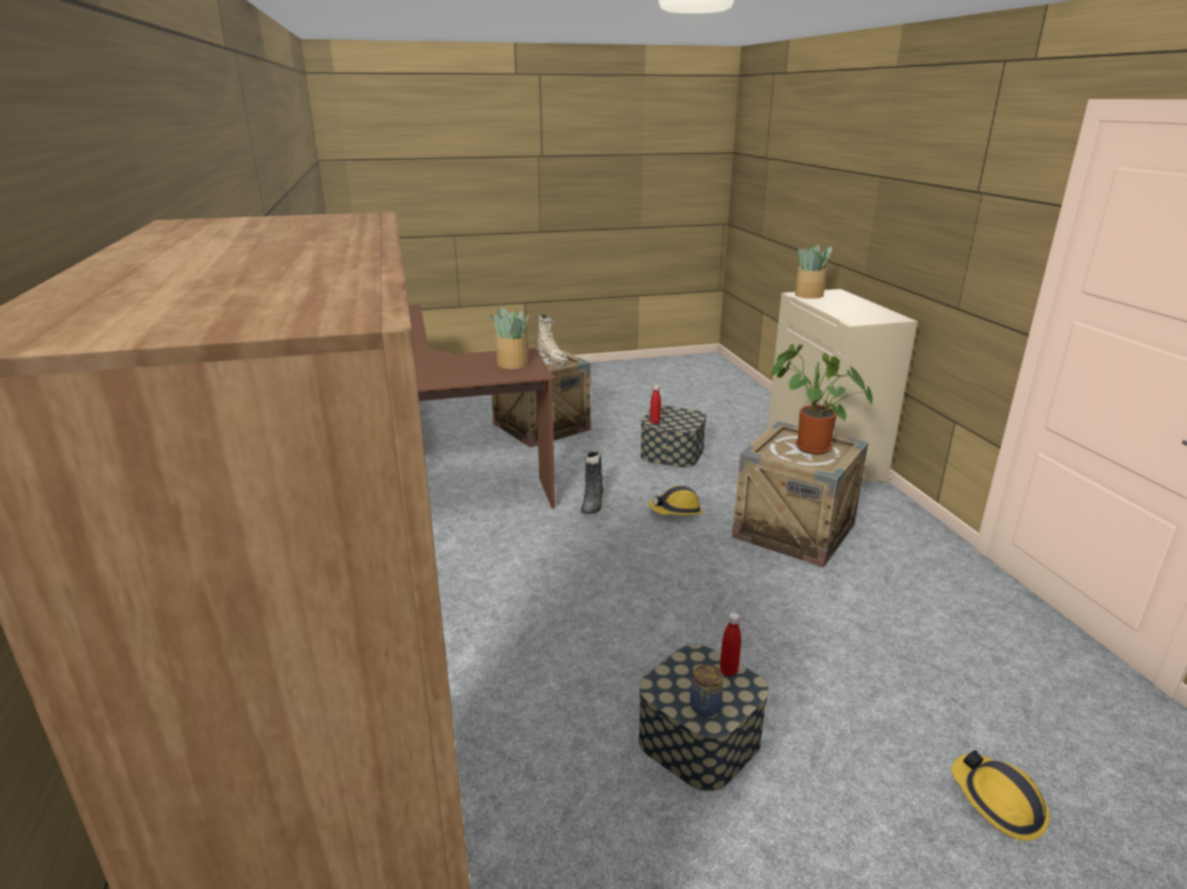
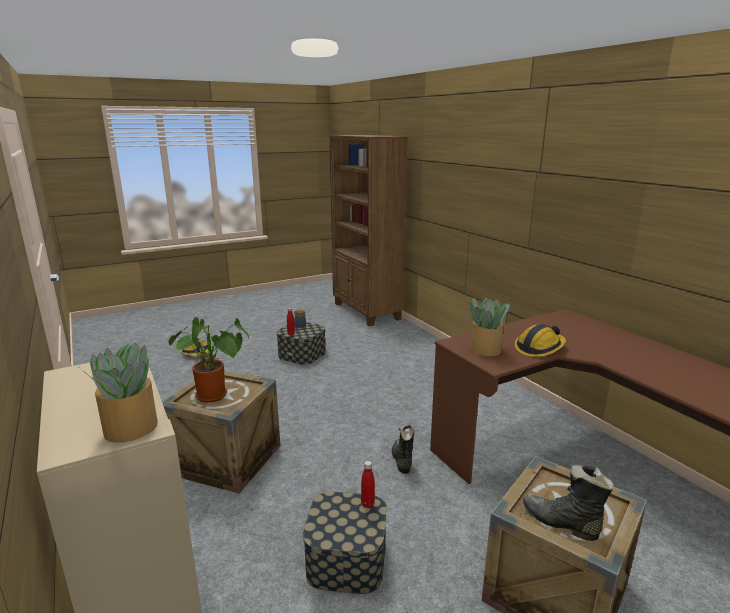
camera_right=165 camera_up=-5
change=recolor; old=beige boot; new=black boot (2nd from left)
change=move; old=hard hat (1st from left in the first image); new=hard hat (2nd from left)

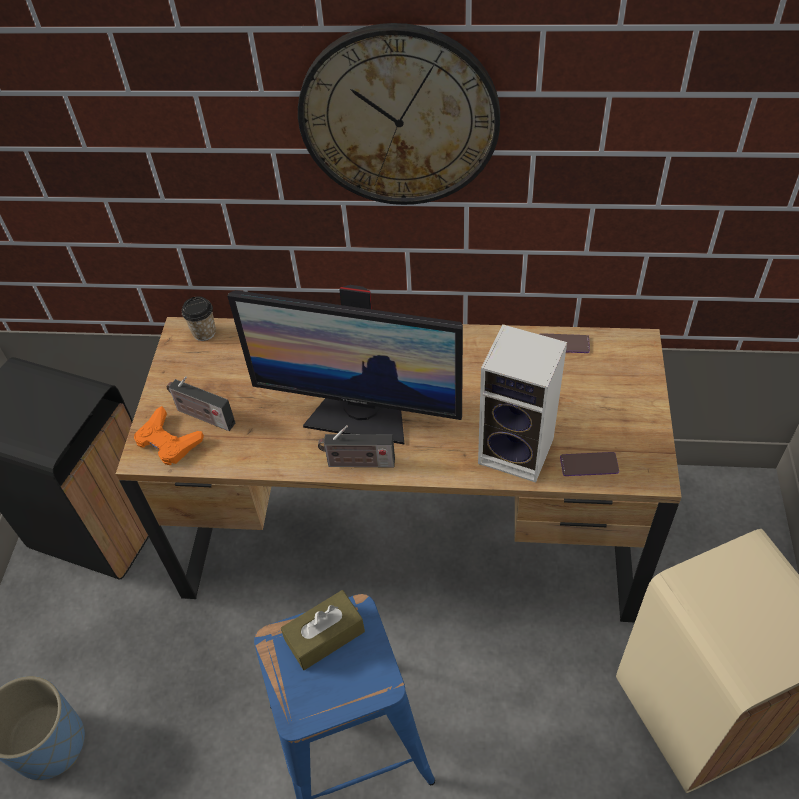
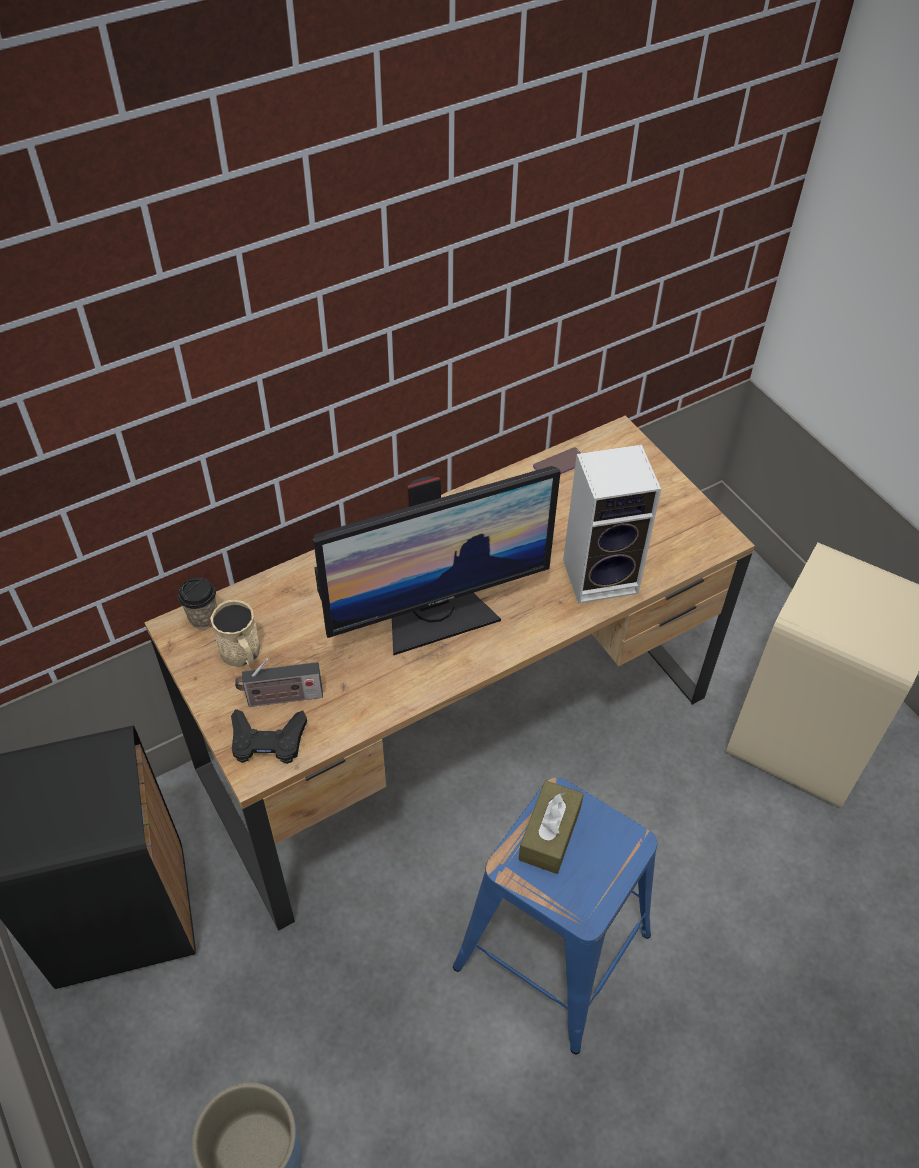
camera_right=-40 camera_up=0
change=delete; old=wall clock
change=recolor; old=orange game controller; new=black game controller
change=delete; old=radio (2nd from left)
change=delete; old=phone (2nd from left)
change=insert; new=beige mug

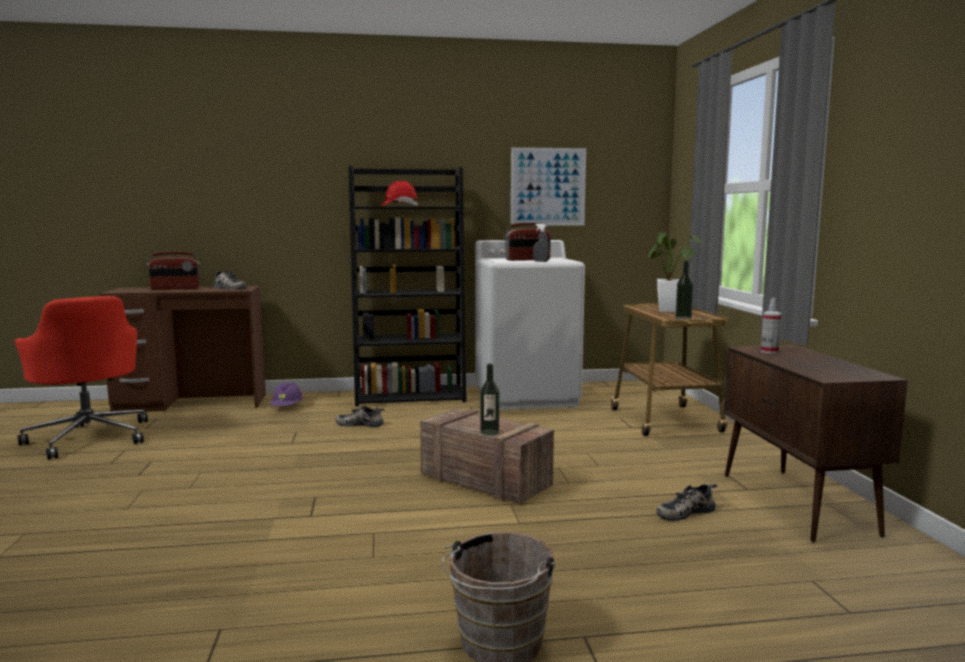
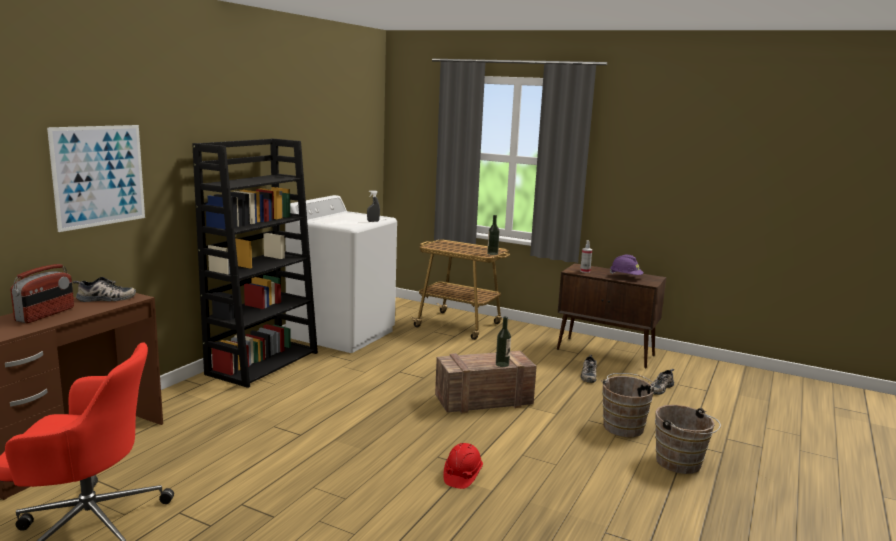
camera_right=-55 camera_up=5
change=move; old=picture
change=move; old=red hard hat
change=delete; old=radio (2nd from left)
change=delete; old=potted plant
change=move; old=purple hard hat
change=move; old=shoe (2nd from left in the first image); new=shoe (3rd from left)
change=insert; new=brown bucket (1st from left)

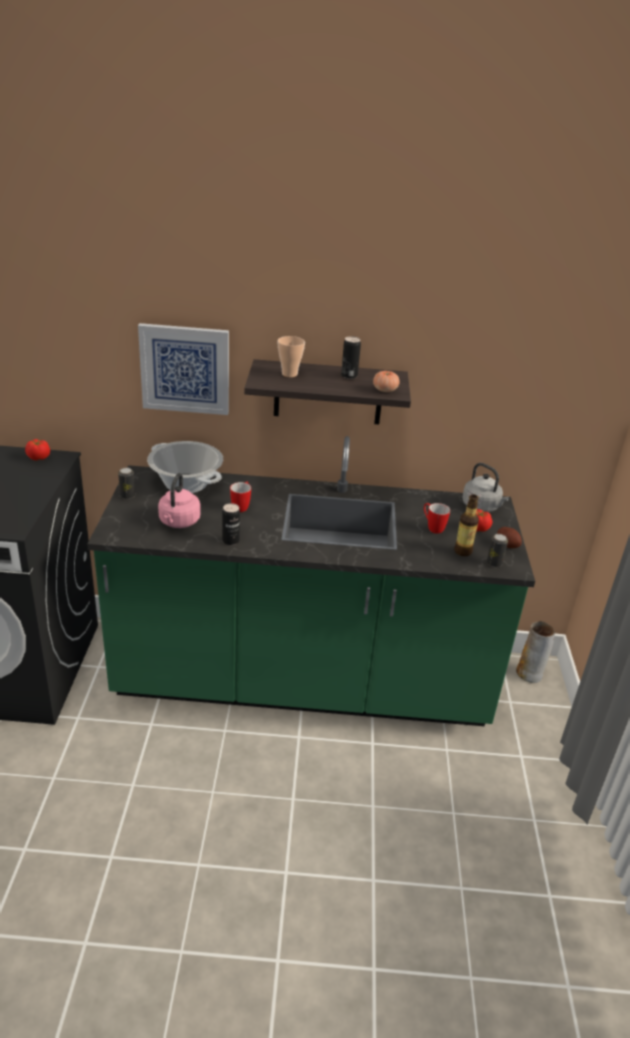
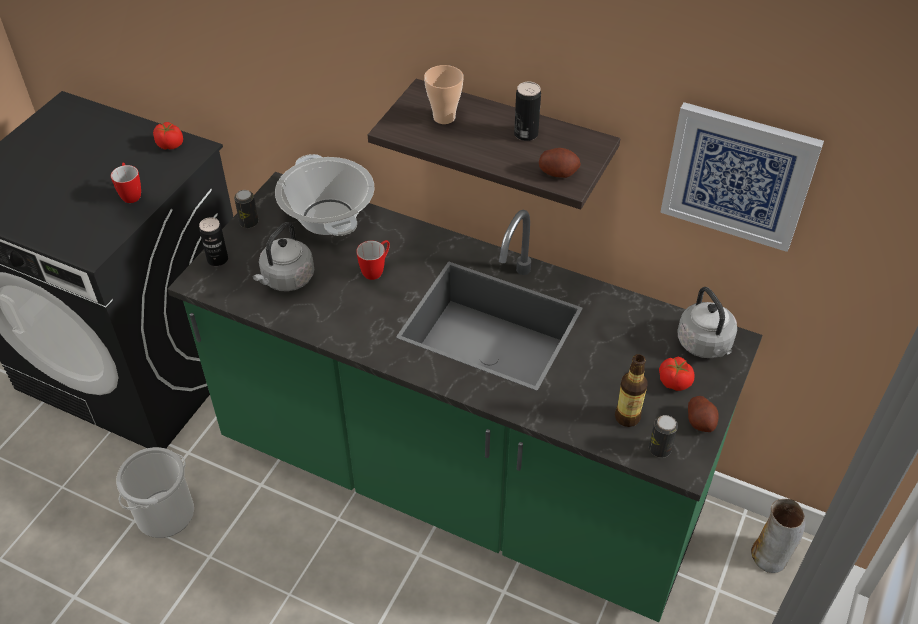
camera_right=25 camera_up=15
change=move; old=picture
change=replace; old=tomato (2nd from left); new=potato (1st from left)
change=recolor; old=pink kettle; new=grey kettle (1st from left)
change=move; old=can (2nd from left in the first image); new=can (1st from left)
change=move; old=mug (2nd from left in the first image); new=mug (1st from left)
change=insert; new=bucket

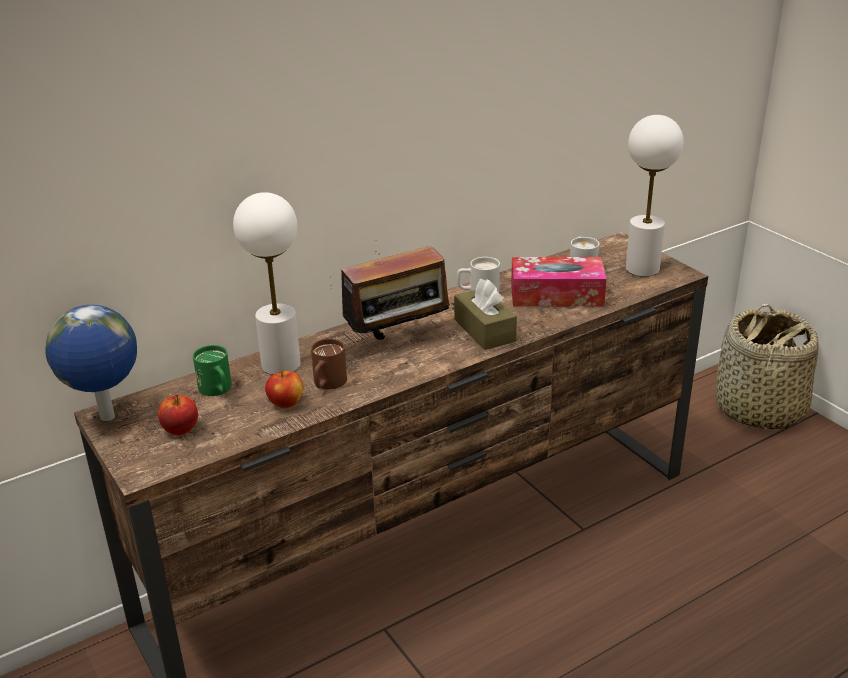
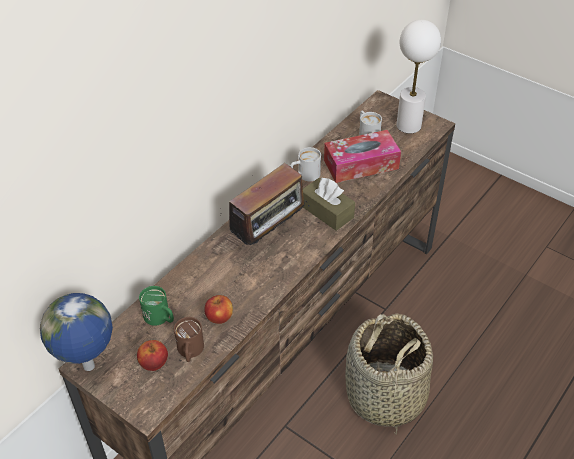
camera_right=-20 camera_up=15
change=delete; old=white table lamp (1st from left)
change=move; old=basket
change=move; old=brown mug

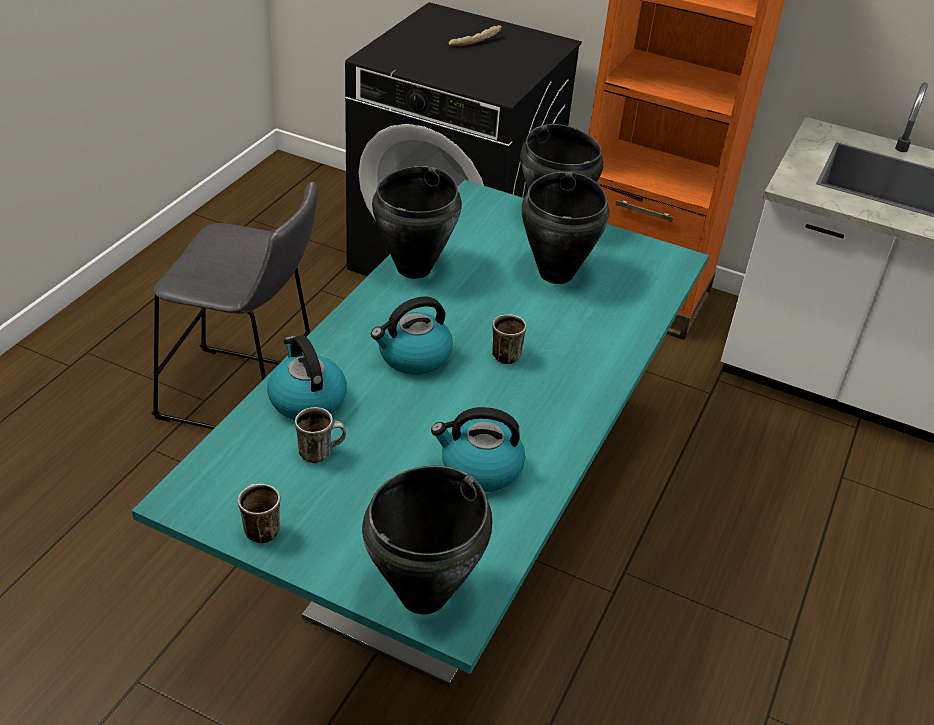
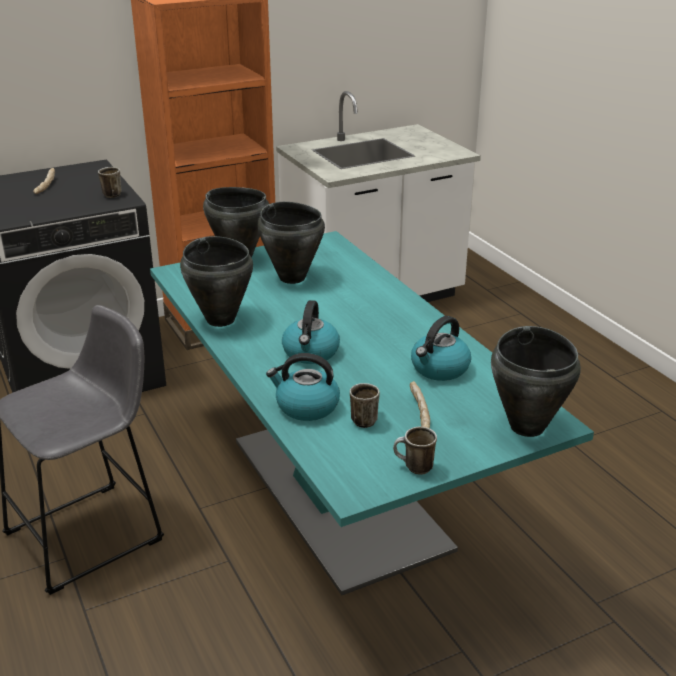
camera_right=-50 camera_up=-10
change=move; old=mug (3rd from left in the first image); new=mug (1st from left)
change=insert; new=bread (2nd from left)

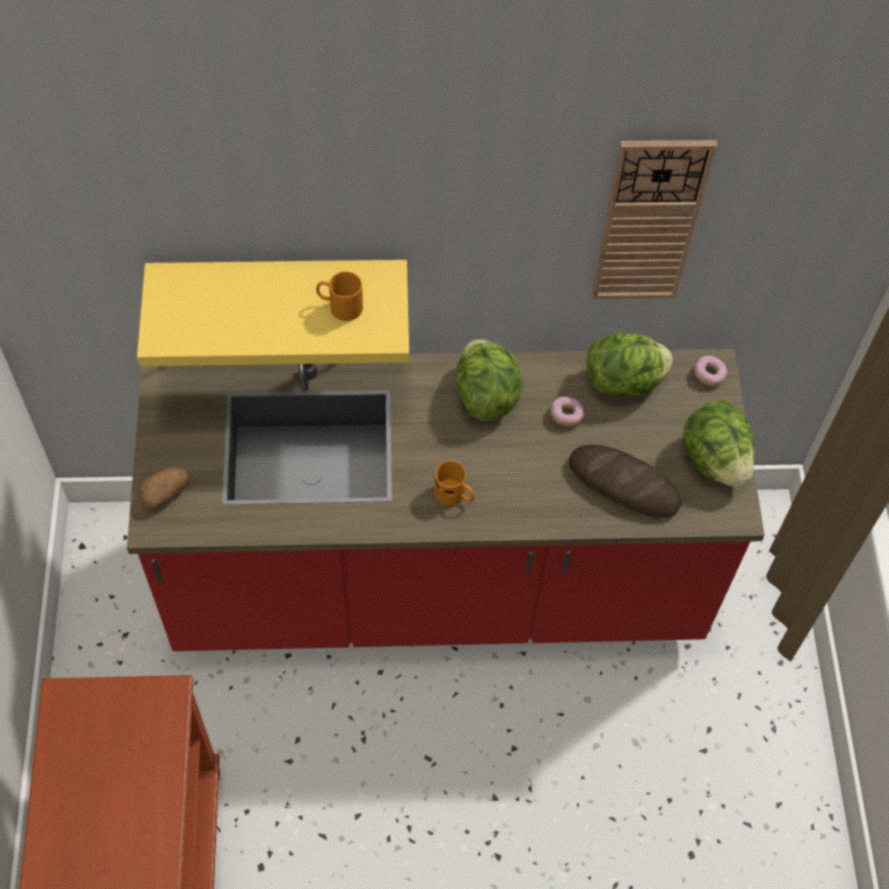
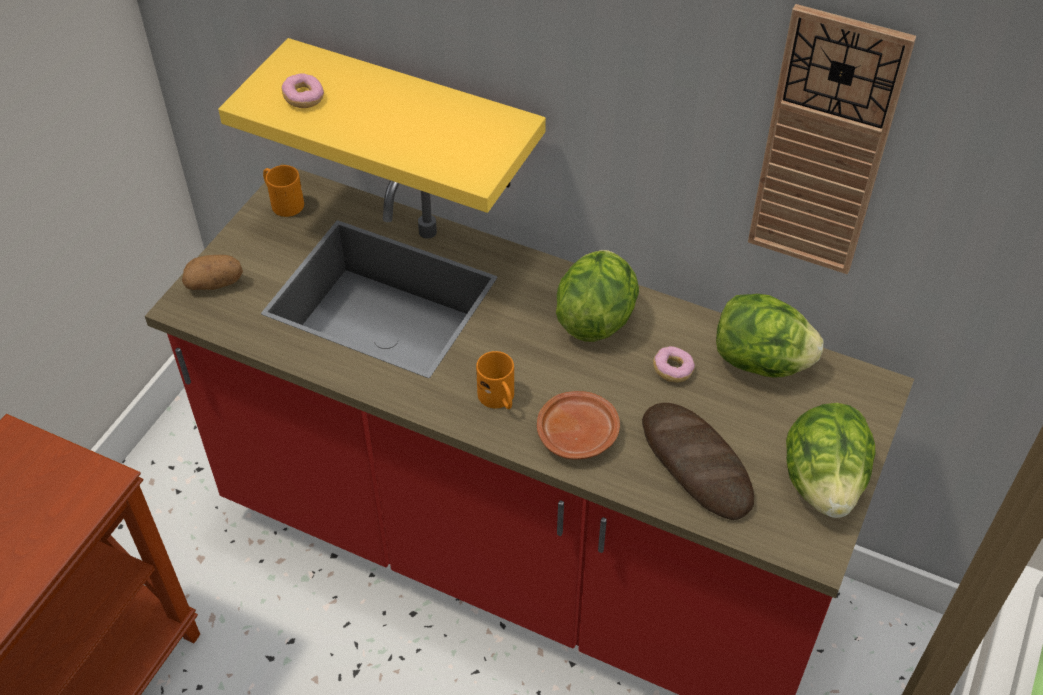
camera_right=30 camera_up=-10
change=move; old=orange mug (1st from left)
change=move; old=donut (2nd from left in the first image); new=donut (1st from left)
change=insert; new=brown plate

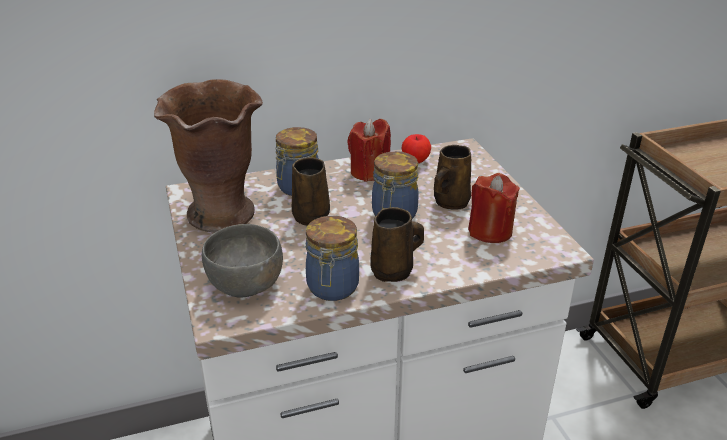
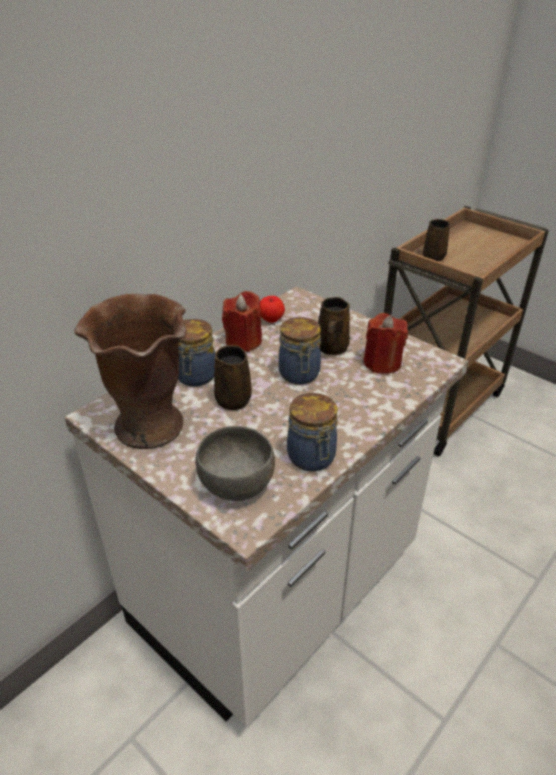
camera_right=-30 camera_up=5
change=move; old=brown mug (2nd from left in the first image); new=brown mug (3rd from left)

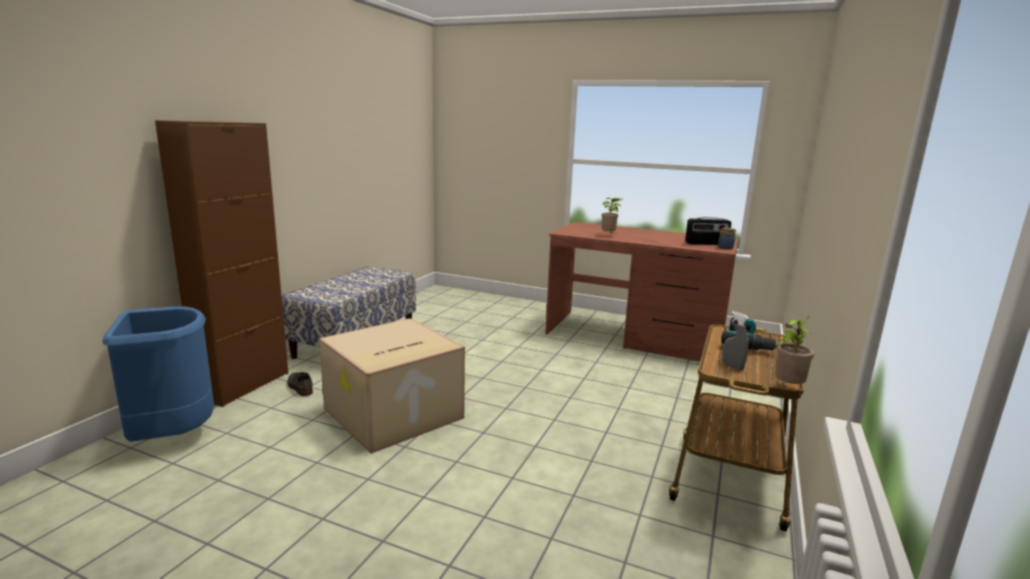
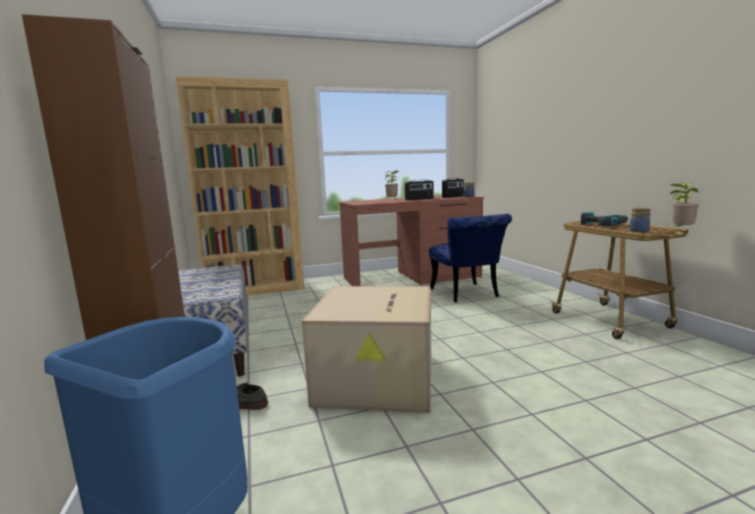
camera_right=-40 camera_up=-5
change=replace; old=grey spray bottle; new=jar (2nd from left)
change=insert; new=brown bookcase
change=insert; new=radio (1st from left)
change=insert; new=blue chair

